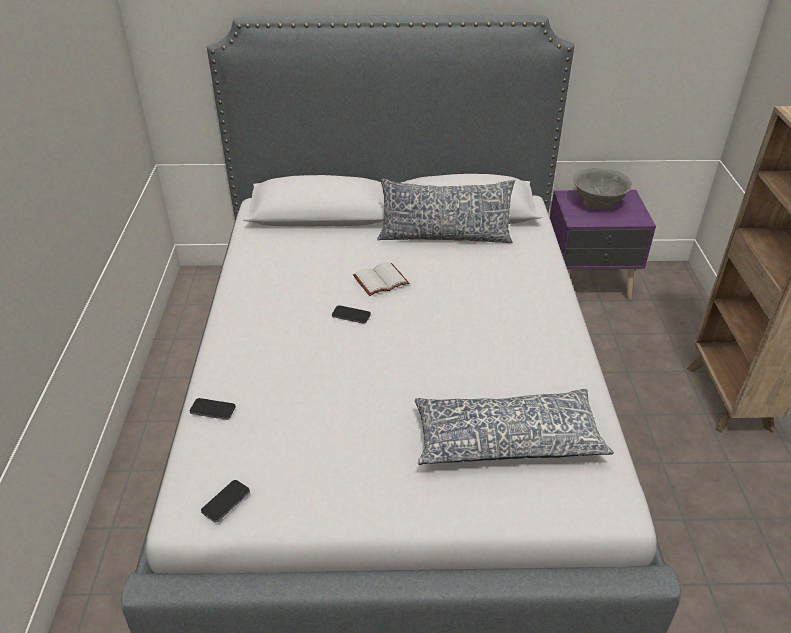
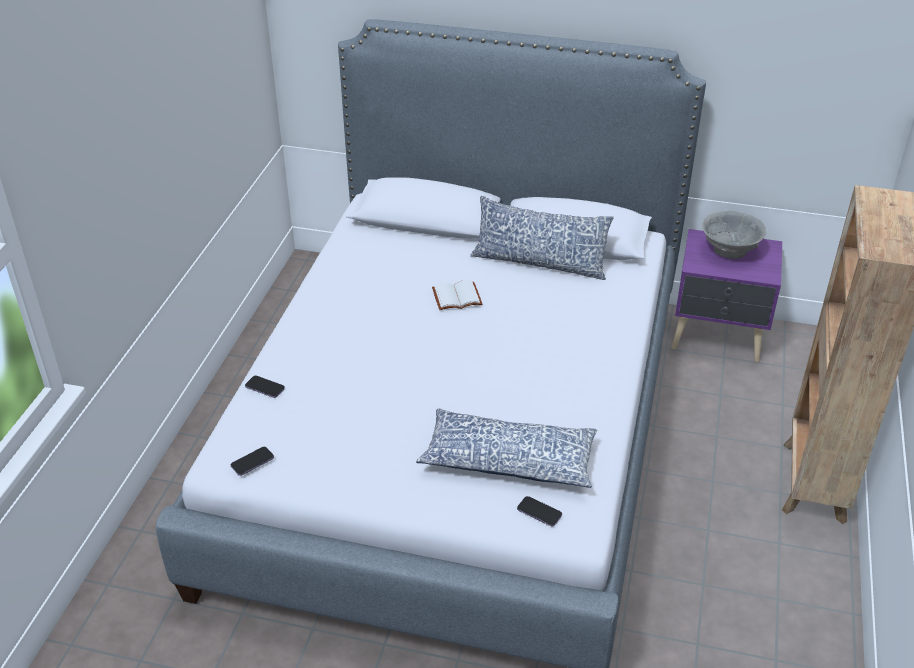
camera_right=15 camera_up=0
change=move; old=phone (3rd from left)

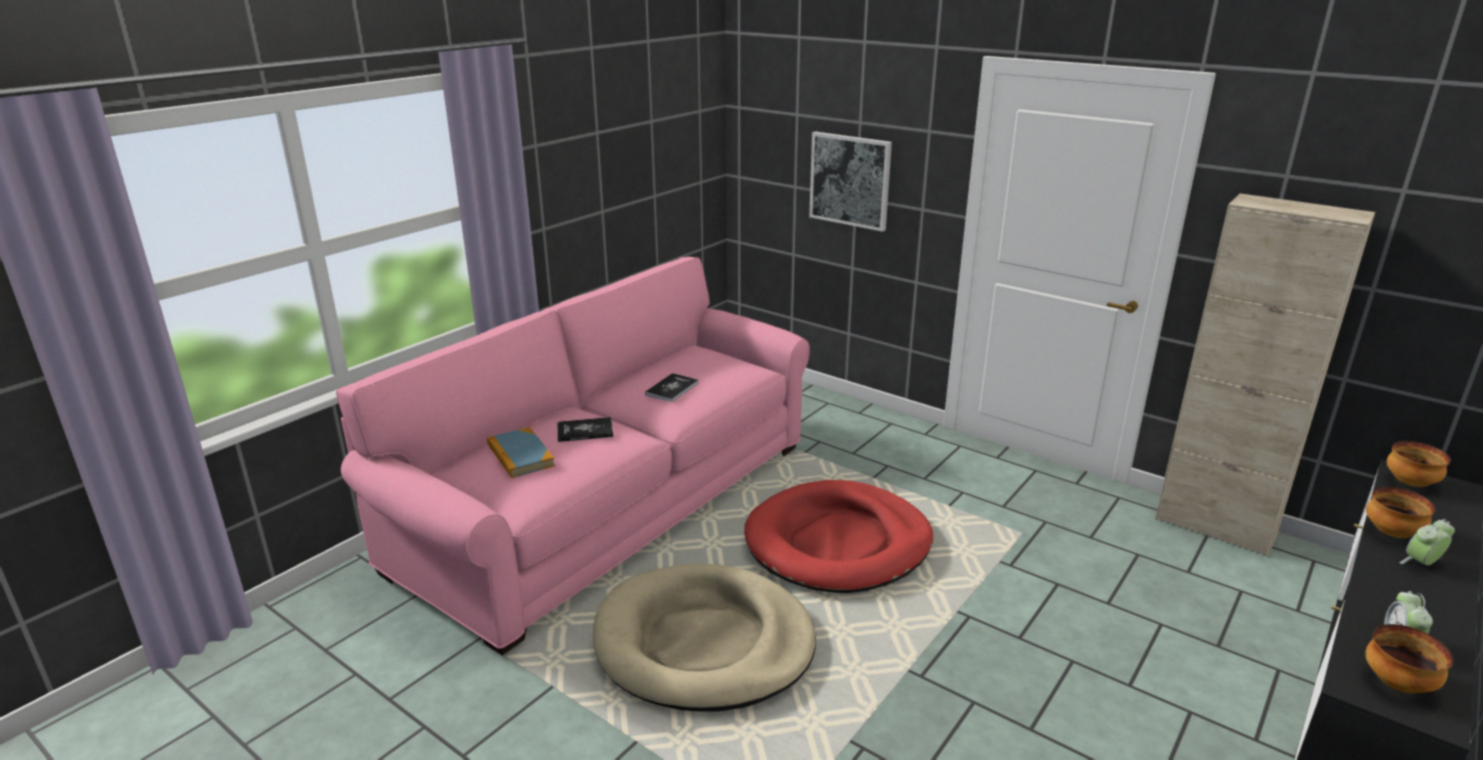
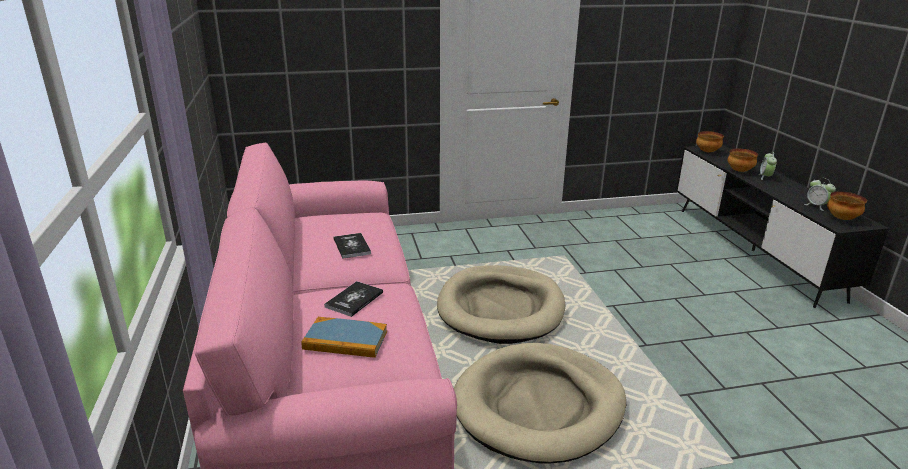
camera_right=-50 camera_up=0
change=delete; old=picture
change=delete; old=beige cabinet
change=recolor; old=red dog bed; new=beige dog bed (1st from left)

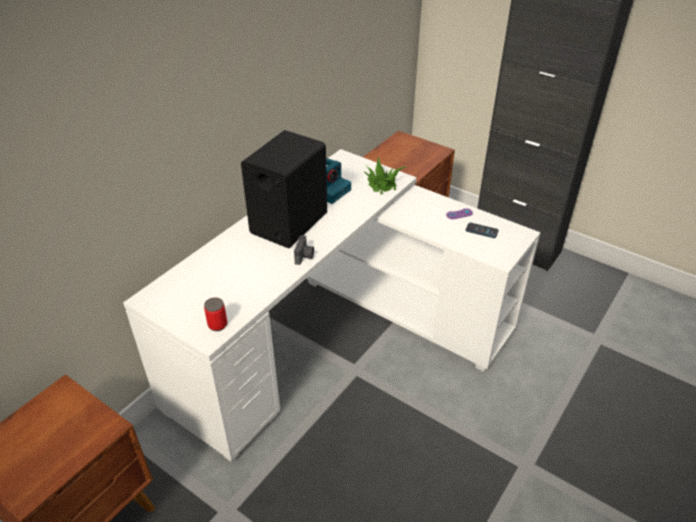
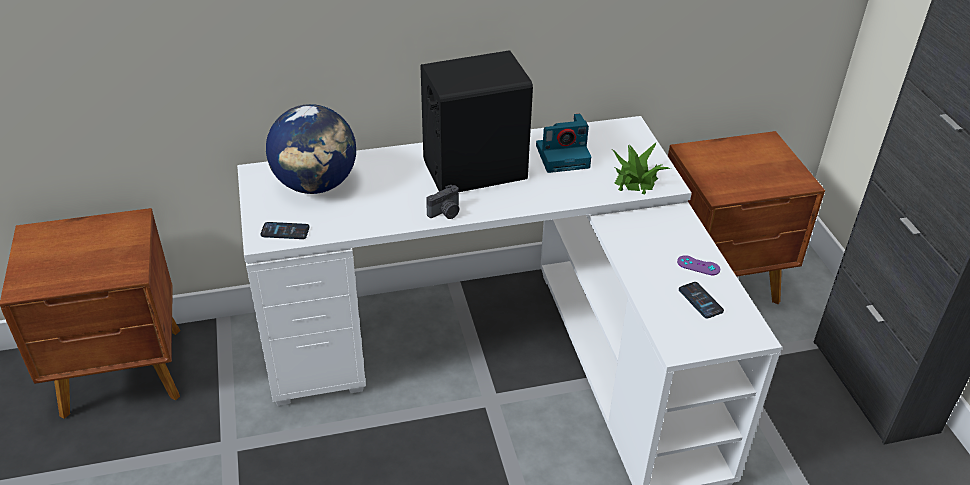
camera_right=40 camera_up=0
change=replace; old=can; new=phone (1st from left)
change=insert; new=globe

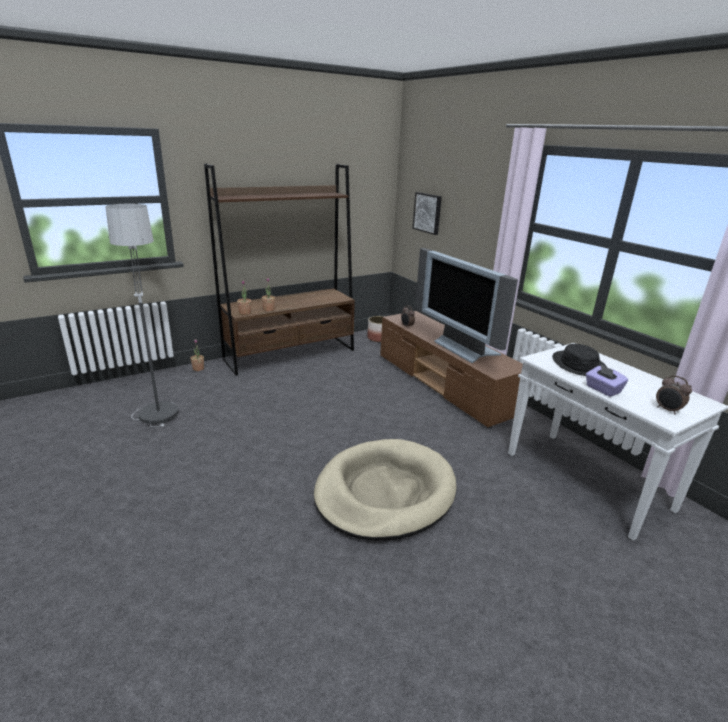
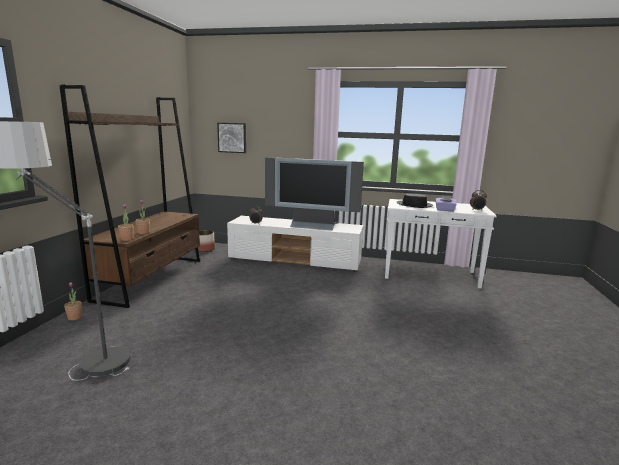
camera_right=-45 camera_up=-10
change=recolor; old=brown tv stand; new=white tv stand
change=delete; old=beige dog bed

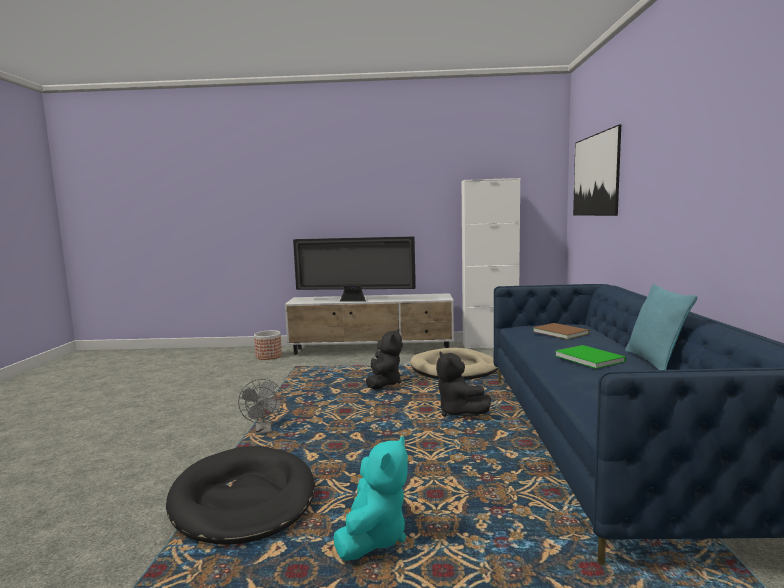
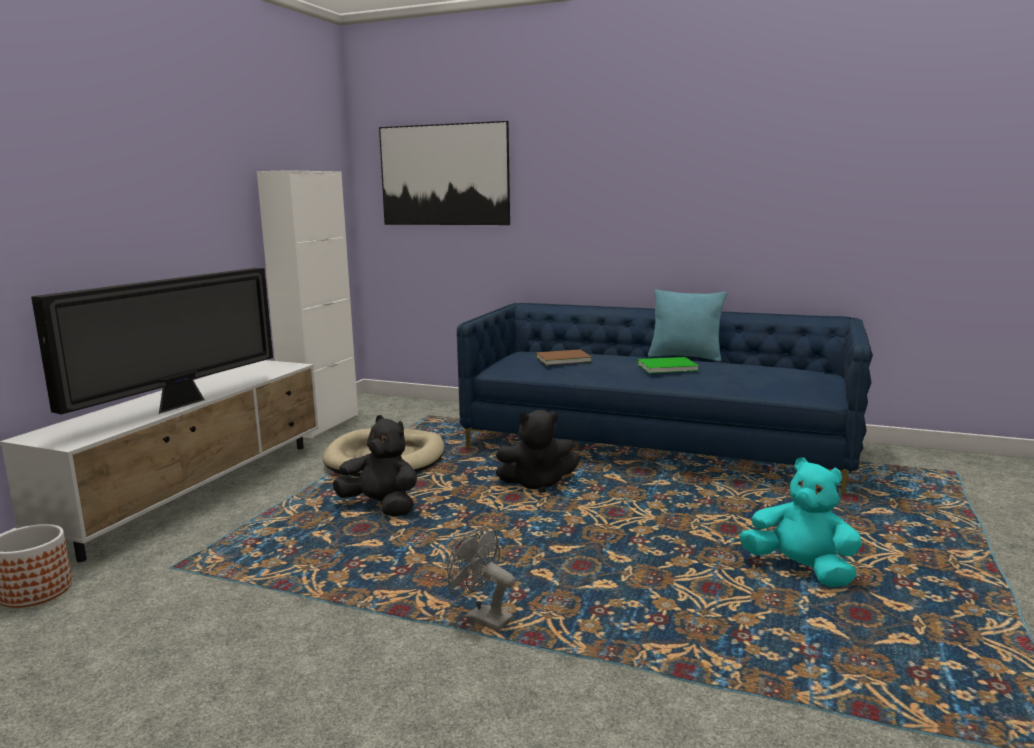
camera_right=-70 camera_up=5
change=rotate; old=grey fan; degrees=-150
change=delete; old=black dog bed

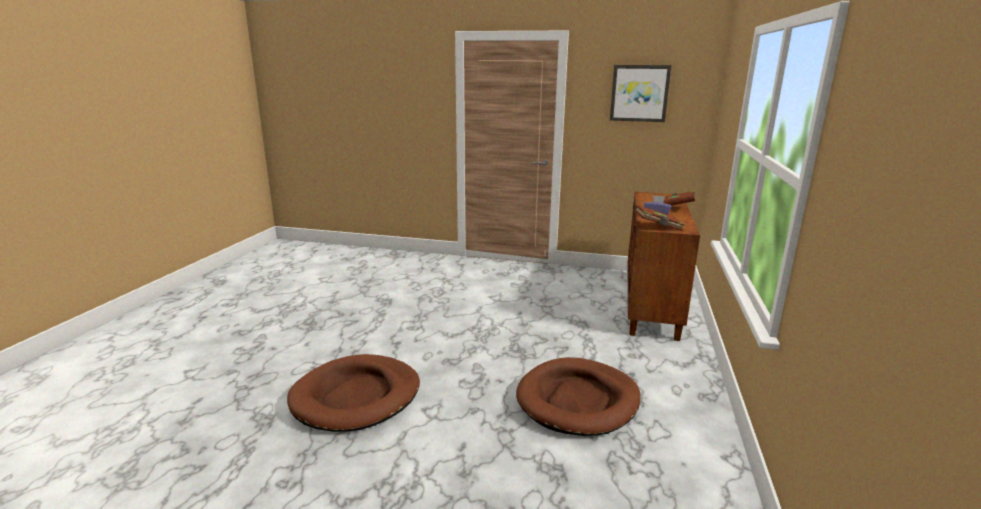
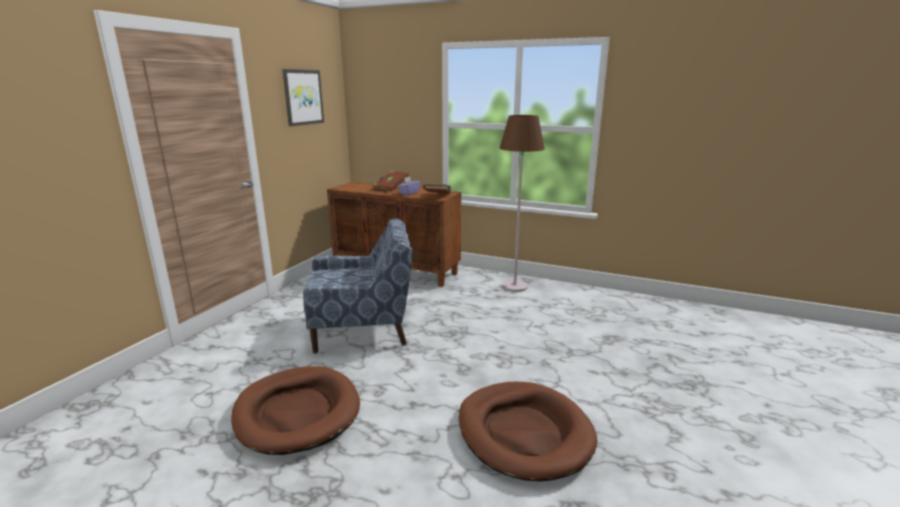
camera_right=-80 camera_up=0
change=move; old=brown dog bed (2nd from left in the first image); new=brown dog bed (1st from left)
change=insert; new=brown floor lamp
change=insert; new=blue armchair

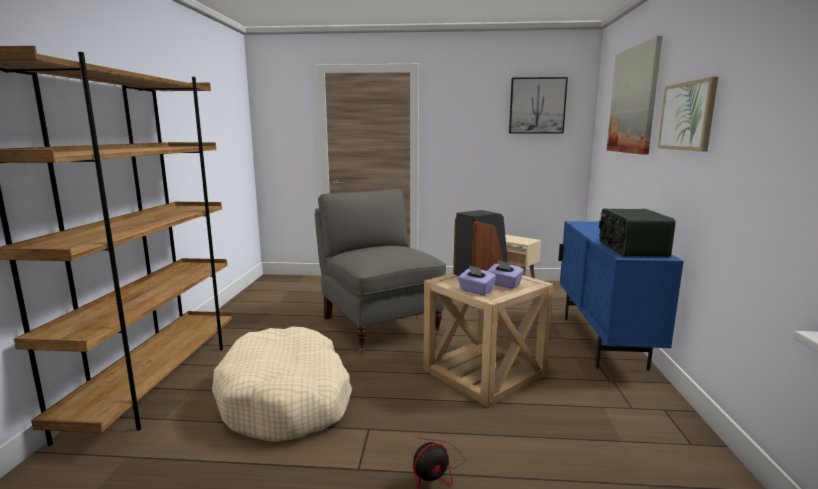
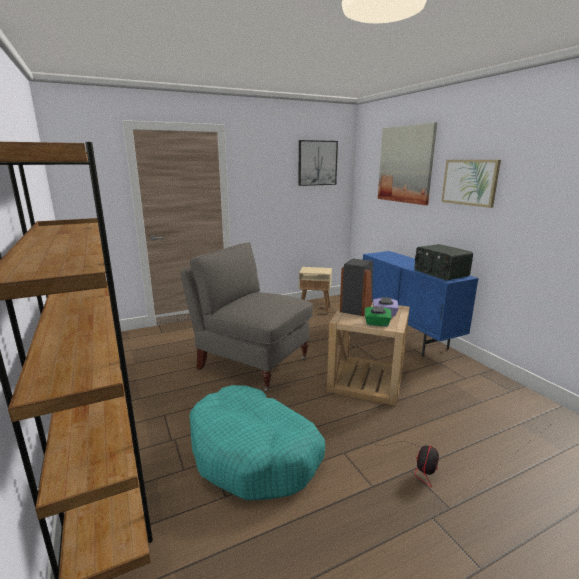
camera_right=-30 camera_up=5
change=recolor; old=purple tissue box (1st from left); new=green tissue box
change=recolor; old=beige dog bed; new=turquoise dog bed

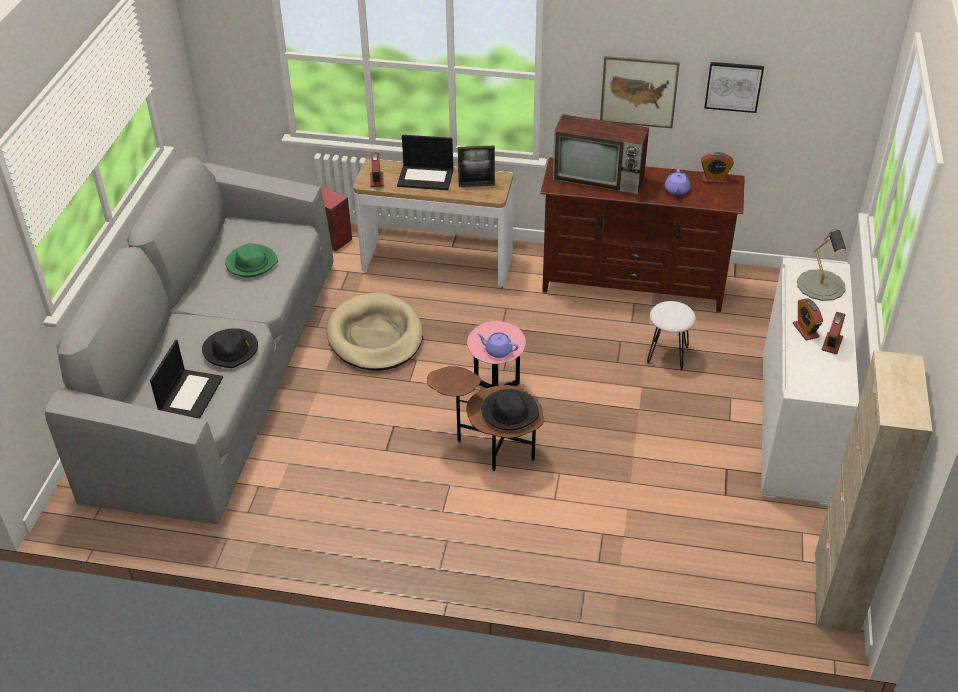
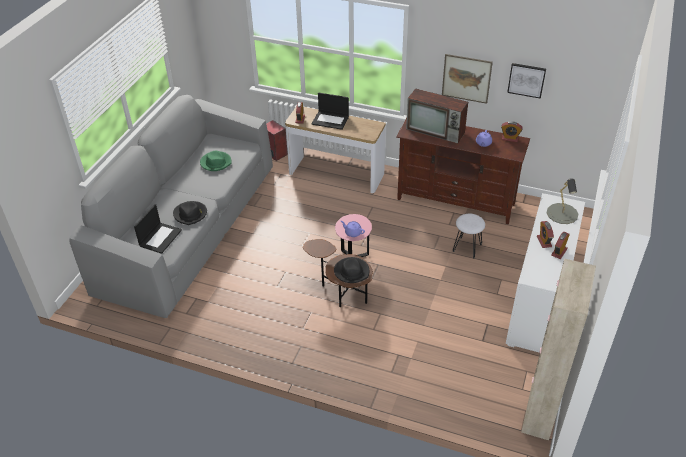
camera_right=10 camera_up=0
change=delete; old=picture frame
change=delete; old=beige dog bed

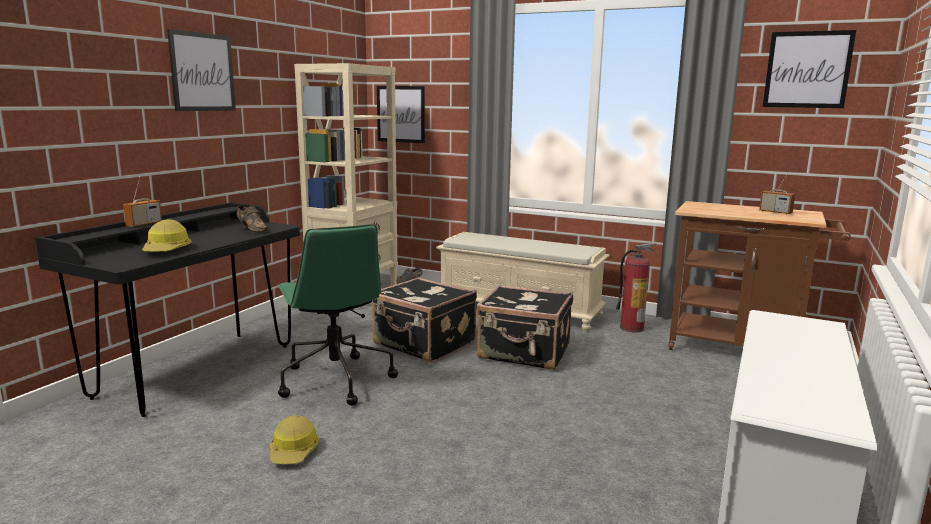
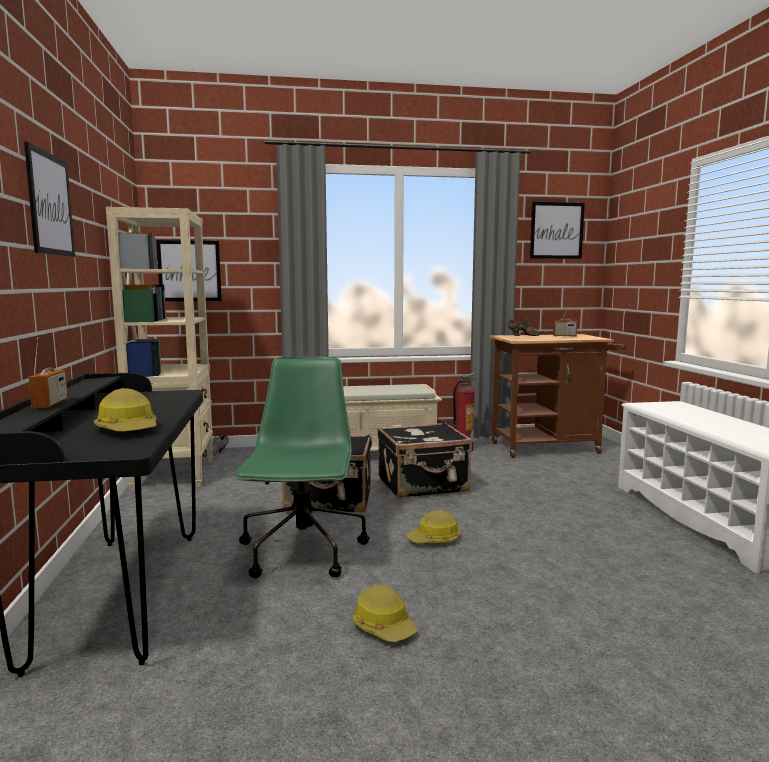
camera_right=-35 camera_up=-5
change=move; old=brown shoe
change=rotate; old=green office chair; degrees=-120
change=insert; new=hard hat (3rd from left)

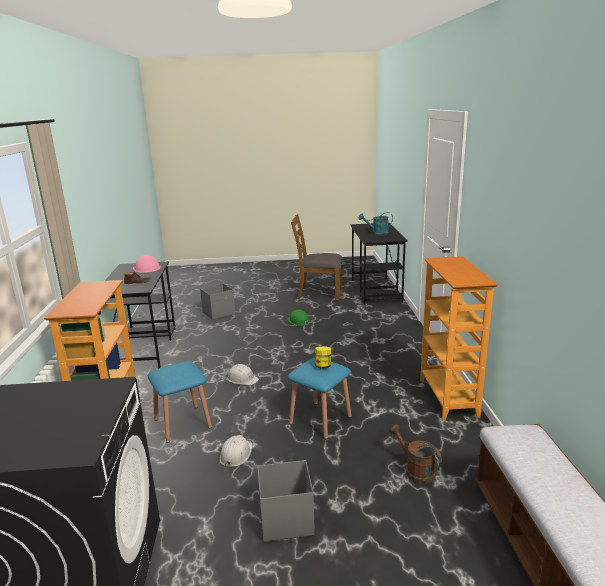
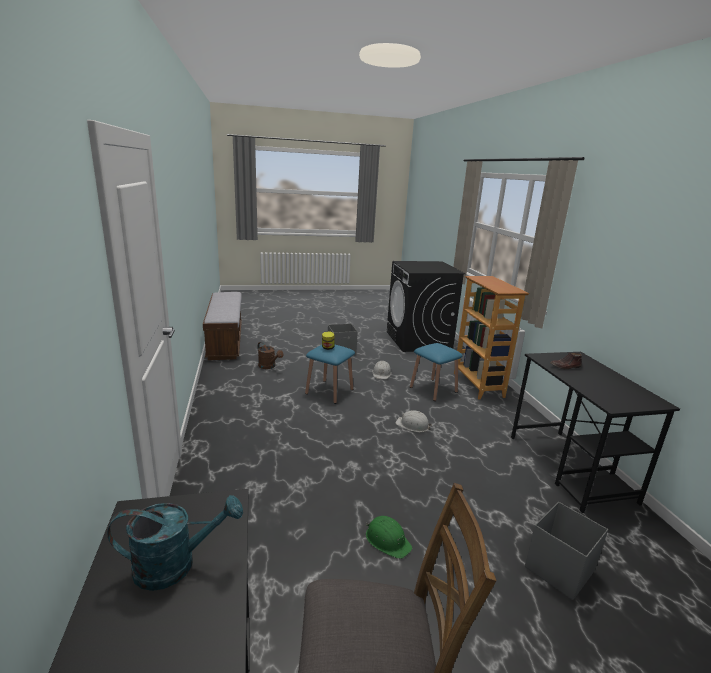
camera_right=170 camera_up=0
change=delete; old=pink hard hat
change=delete; old=bookcase (2nd from left)

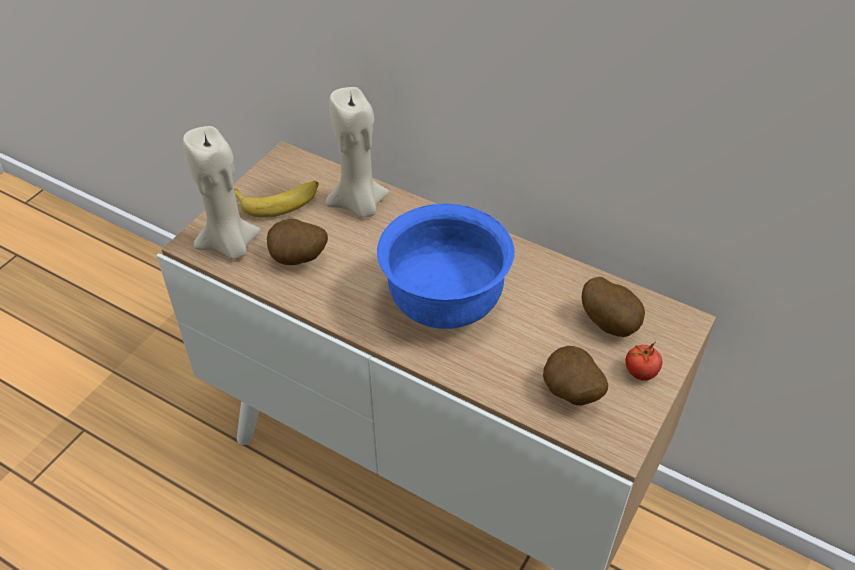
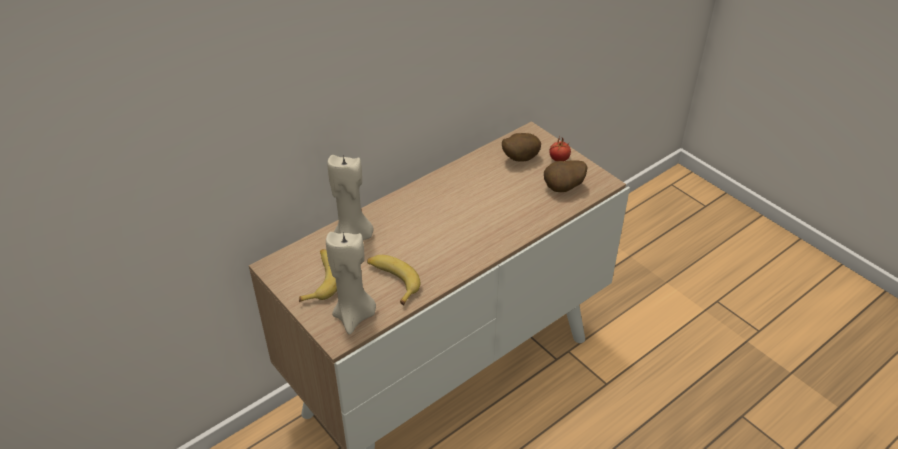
camera_right=-70 camera_up=-5
change=delete; old=blue bowl
change=replace; old=potato (1st from left); new=banana (2nd from left)

